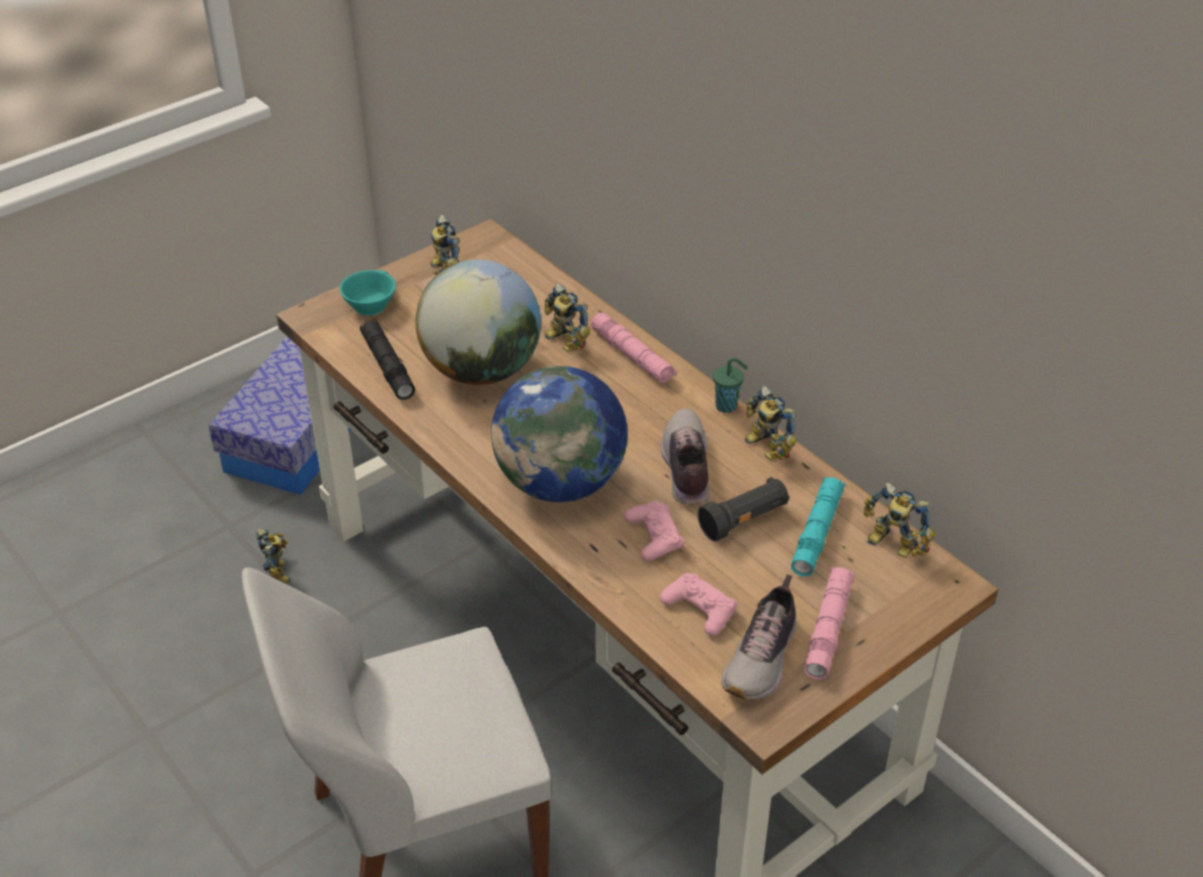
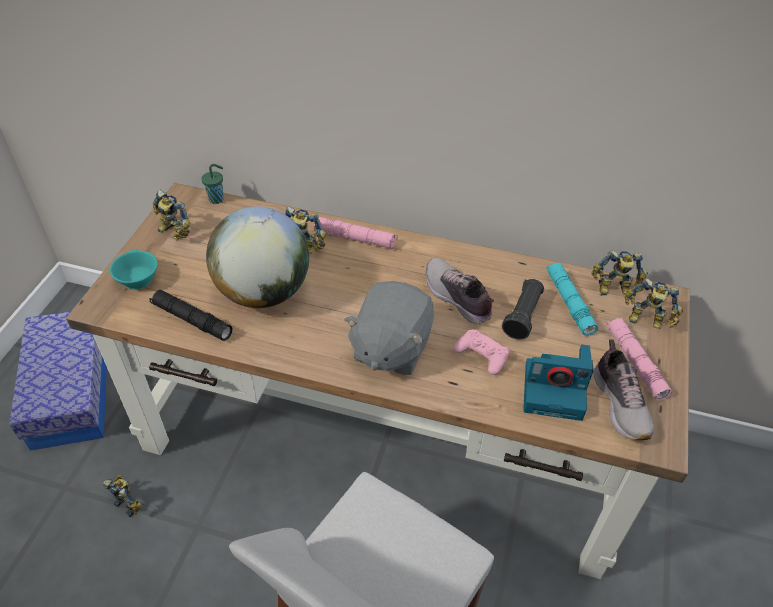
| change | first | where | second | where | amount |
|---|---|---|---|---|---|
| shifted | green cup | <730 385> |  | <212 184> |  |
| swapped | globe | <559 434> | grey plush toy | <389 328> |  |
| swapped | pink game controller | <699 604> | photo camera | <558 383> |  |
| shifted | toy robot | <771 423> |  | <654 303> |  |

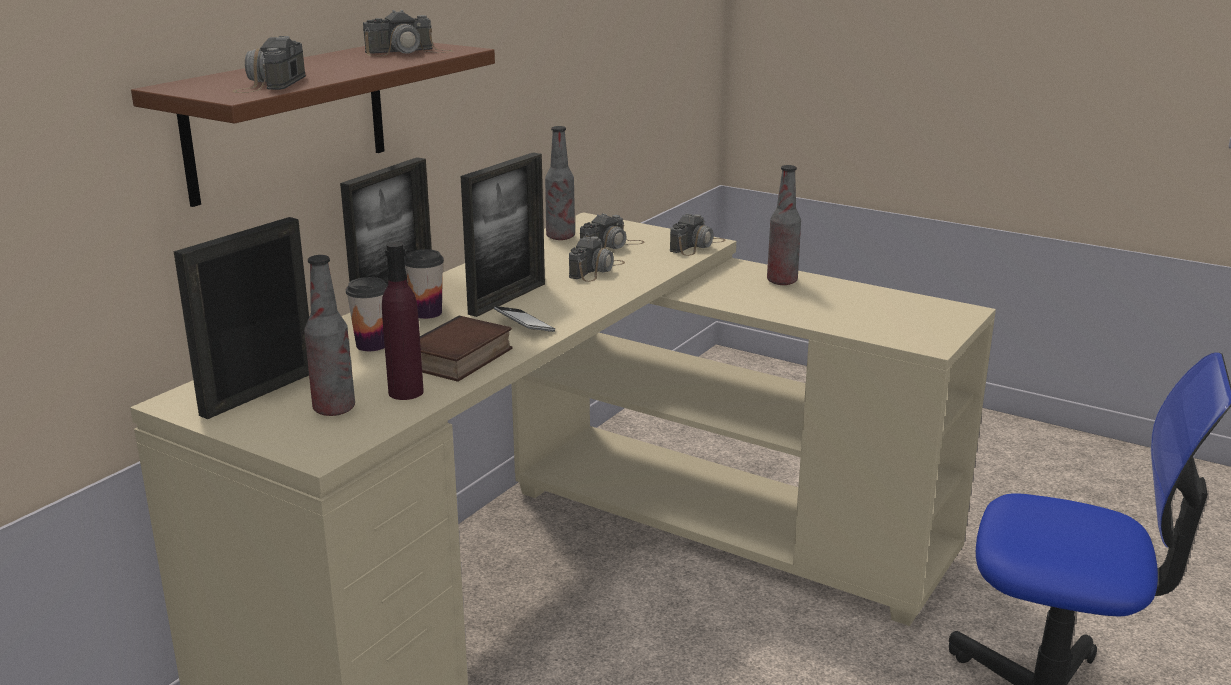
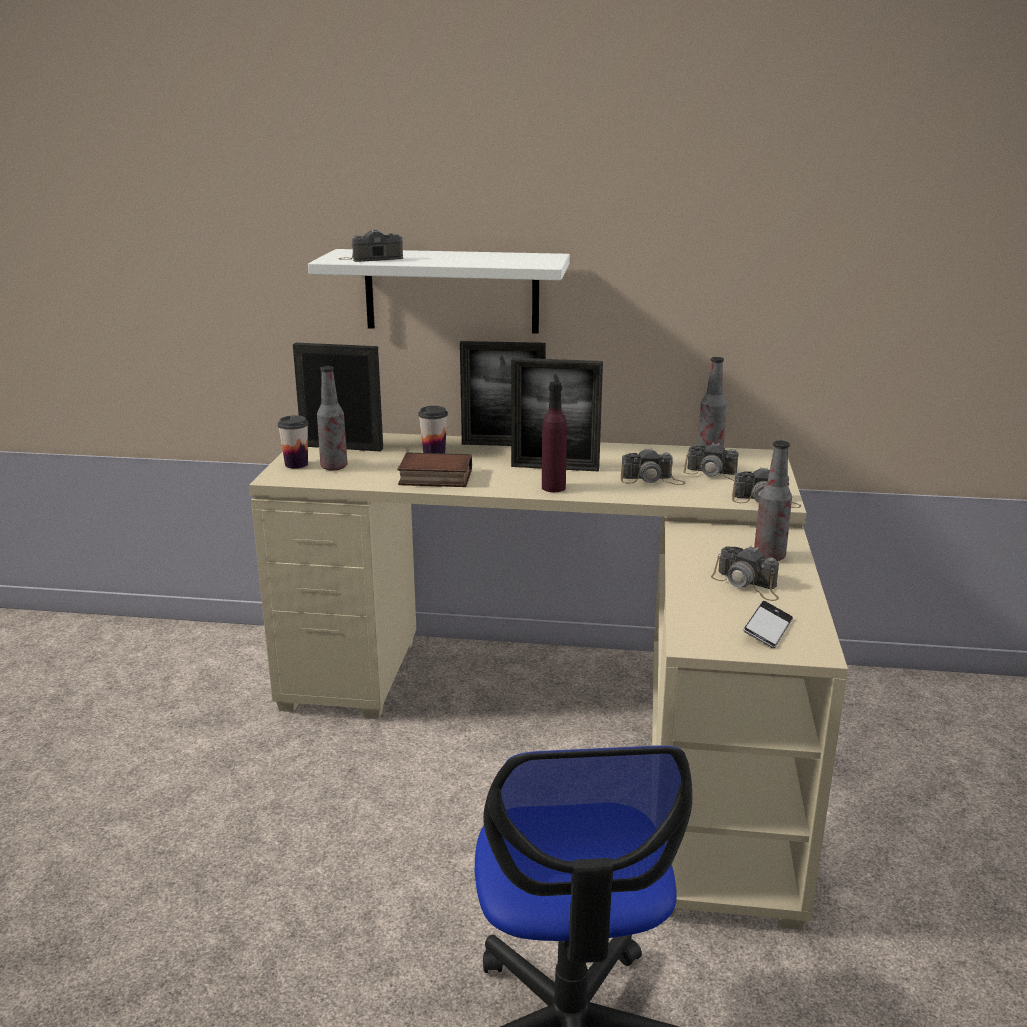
| change | first | where | second | where | amount |
|---|---|---|---|---|---|
| shifted | cup | <424 284> |  | <293 442> |  |
| repainted | brown shelf | <313 125> | white shelf | <439 291> |  |
| shifted | purple bottle | <403 321> |  | <554 437> |  |
| shifted | photo camera | <408 33> |  | <745 573> |  |
| shifted | phone | <524 319> |  | <768 624> |  |

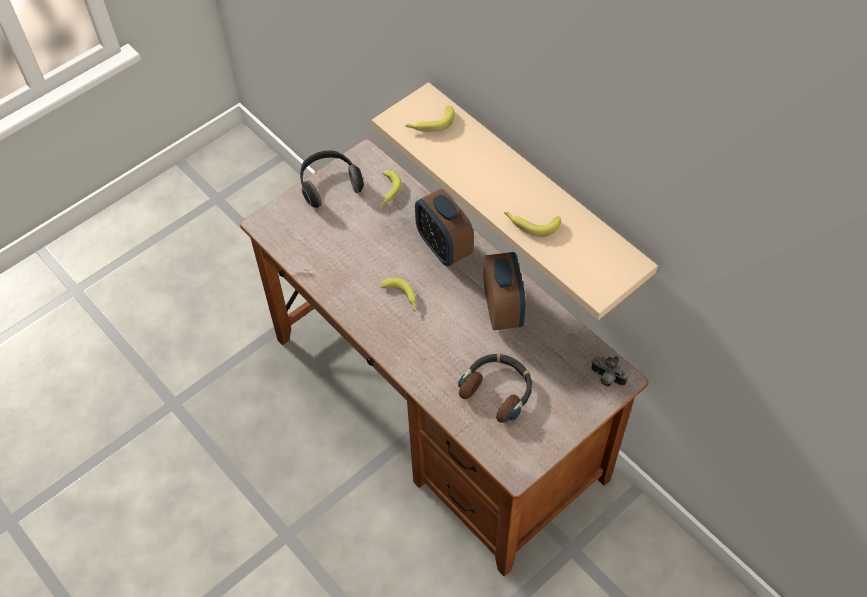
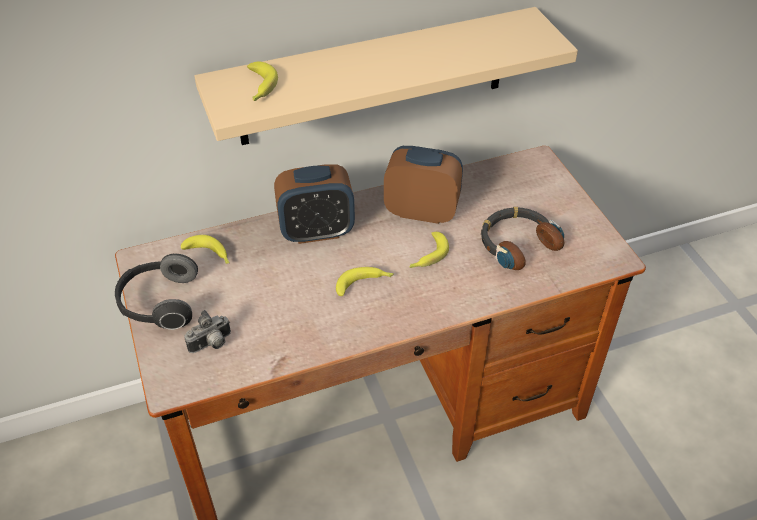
| change | first | where | second | where | amount |
|---|---|---|---|---|---|
| shifted | photo camera | <609 371> |  | <207 331> |  |
| shifted | banana | <532 224> |  | <429 250> |  |

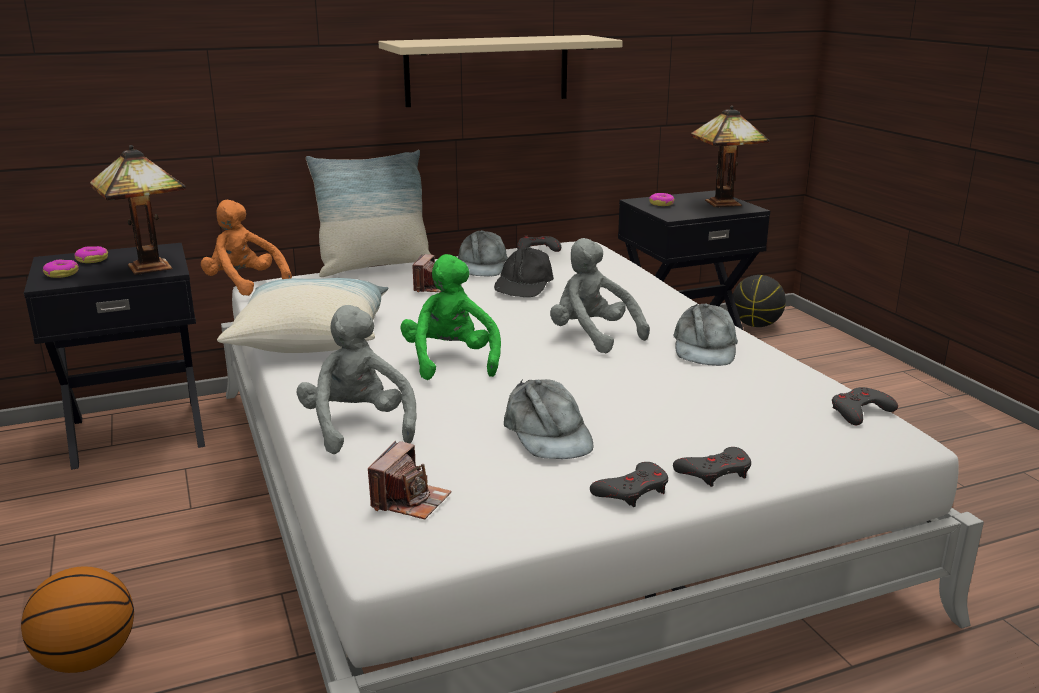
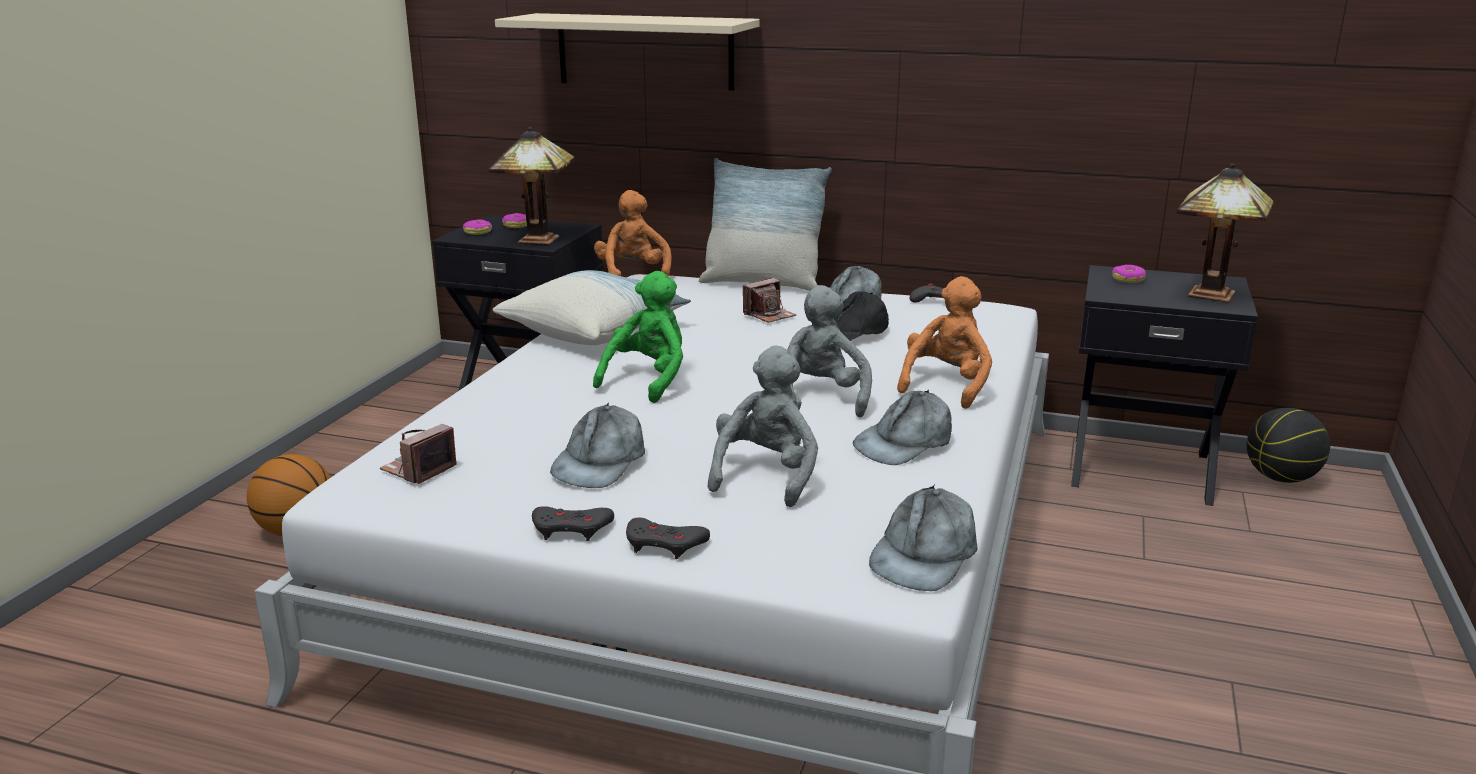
| change | first | where | second | where | amount |
|---|---|---|---|---|---|
| rotated | photo camera | <410 480> |  | <418 454> | 150 degrees clockwise |
| shifted | beige shelf | <501 71> |  | <627 52> |  |
| shifted | grey plush toy | <356 379> |  | <763 426> |  |
| swapped | grey game controller | <865 406> | grey cap | <923 538> |  |
| new |  |  | orange plush toy | <944 342> |  |

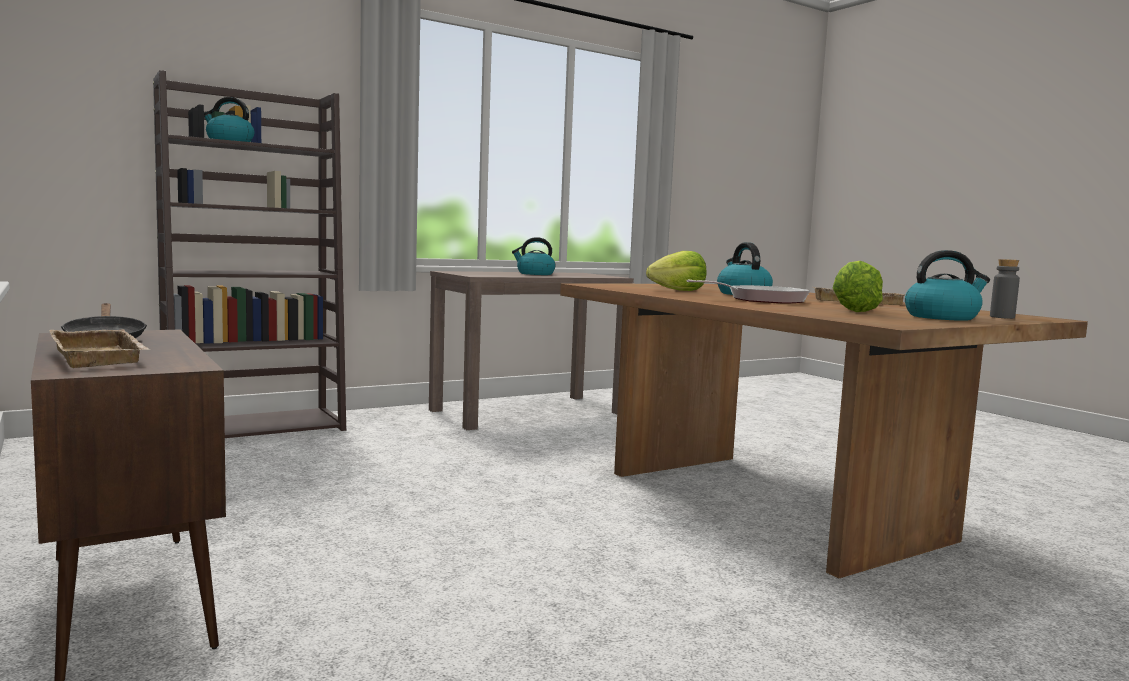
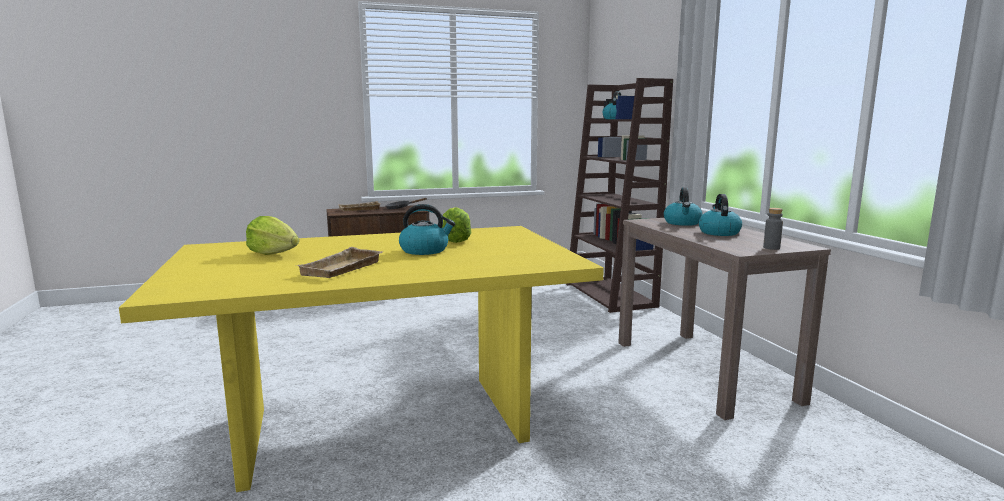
| change | first | where | second | where | amount |
|---|---|---|---|---|---|
| repainted | brown dining table | <824 430> | yellow dining table | <361 359> |  |
| shifted | kettle | <947 285> |  | <683 206> |  |
| shifted | grey bottle | <1005 289> |  | <773 229> |  |
| gone | frying pan | <748 291> |  |  |  |

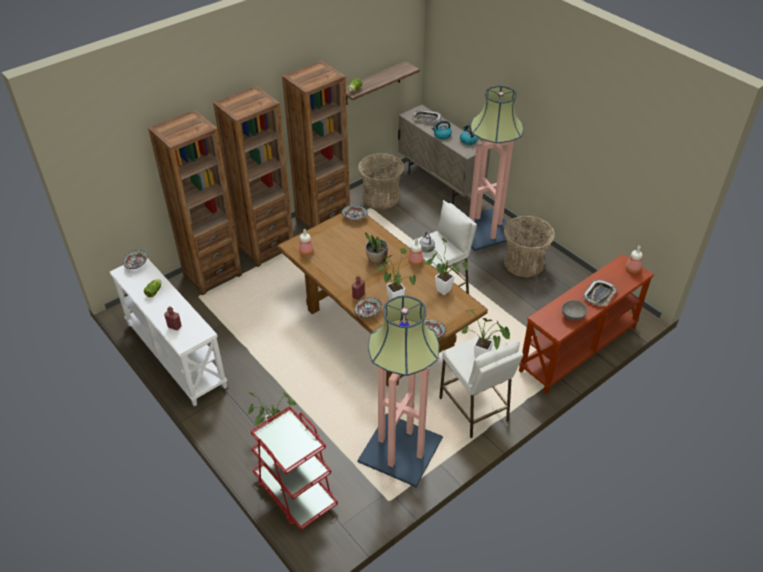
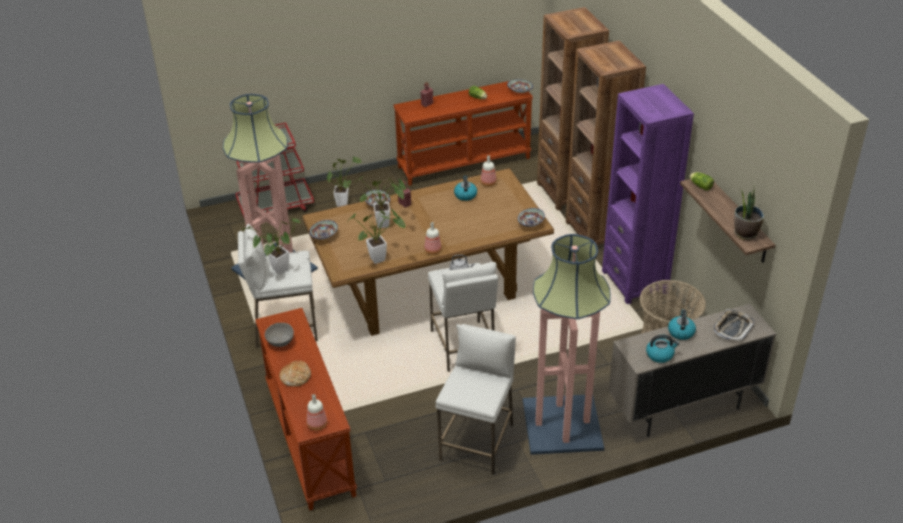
| change | first | where | second | where | amount |
|---|---|---|---|---|---|
| swapped | tray | <600 293> | bread | <295 373> |  |
| repainted | white console table | <168 332> | brown console table | <463 133> |  |
| swapped | basket | <529 247> | white stool | <476 399> |  |
| new |  |  | kettle | <465 188> |  |
| repainted | brown bookcase | <316 145> | purple bookcase | <648 194> |  |
| shifted | potted plant | <376 249> |  | <749 214> |  |

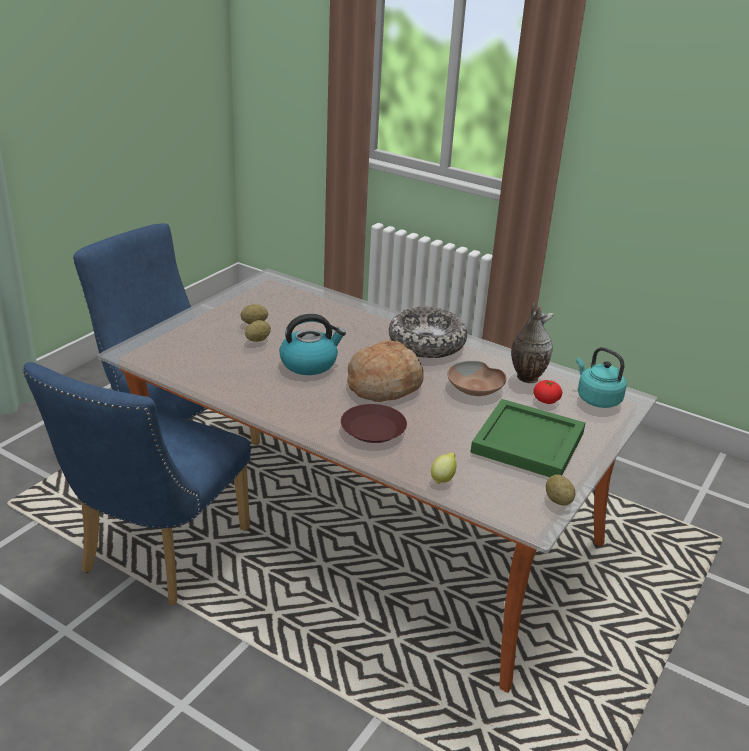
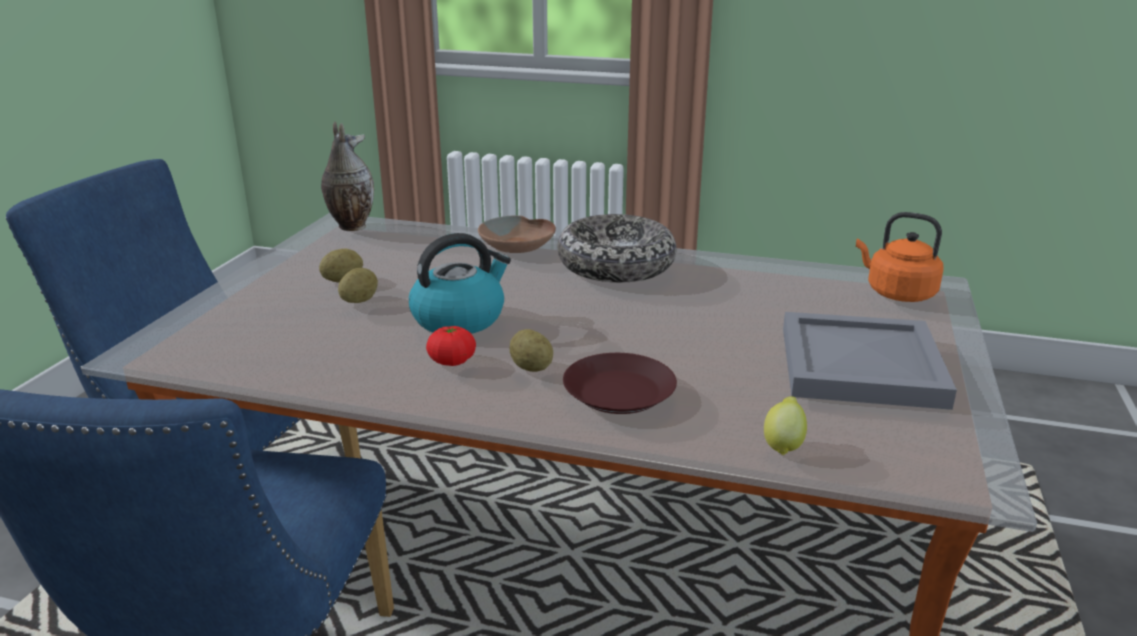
| change | first | where | second | where | amount |
|---|---|---|---|---|---|
| shifted | vase | <532 342> |  | <347 176> |  |
| shifted | tomato | <547 392> |  | <451 346> |  |
| shifted | brown bowl | <476 378> |  | <517 234> |  |
| shifted | potato | <560 490> |  | <531 350> |  |
| repainted | green tray | <528 438> | grey tray | <870 361> |  |
| repainted | turquoise kettle | <601 377> | orange kettle | <900 257> |  |
| gone | bread | <385 371> |  |  |  |

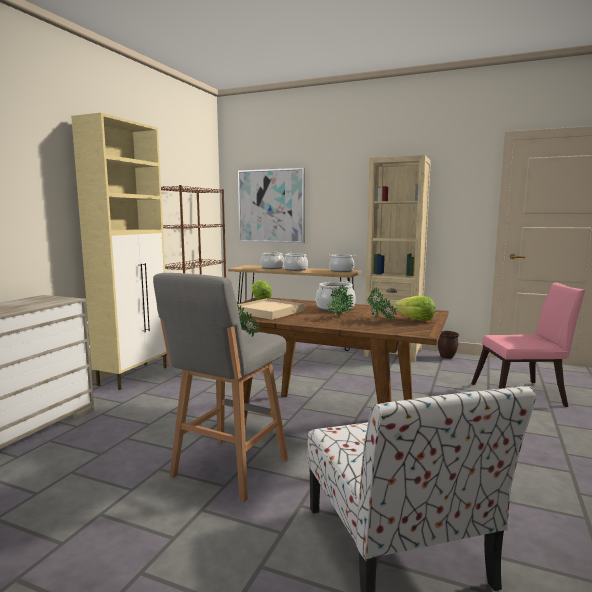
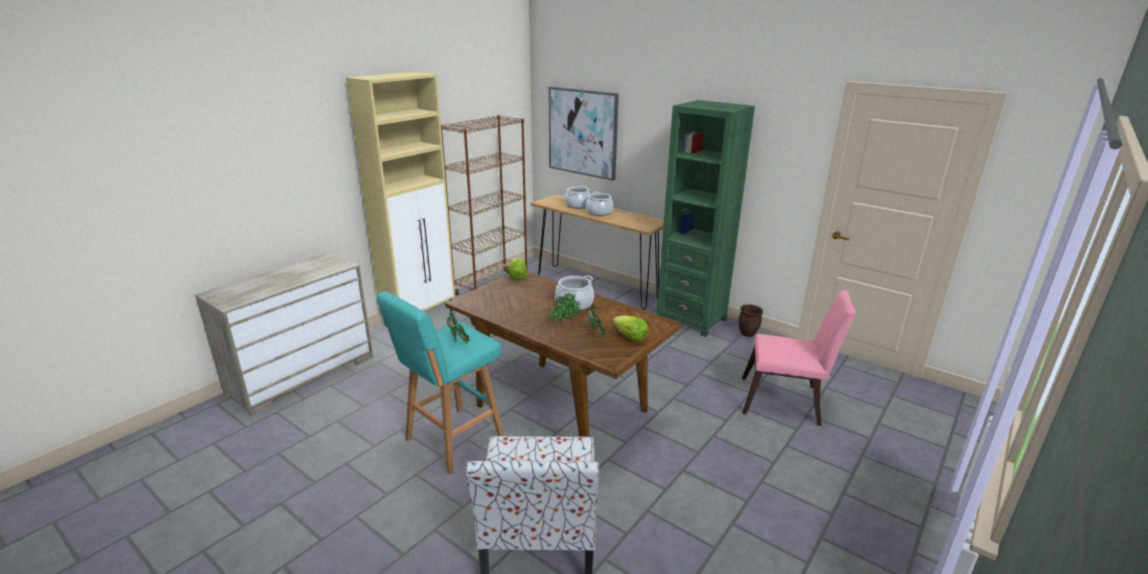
| change | first | where | second | where | amount |
|---|---|---|---|---|---|
| repainted | grey stool | <220 387> | turquoise stool | <440 383> |  |
| repainted | beige bookcase | <397 258> | green bookcase | <706 218> |  |
| gone | beige tray | <271 309> |  |  |  |
| gone | cooking pot | <342 263> |  |  |  |

